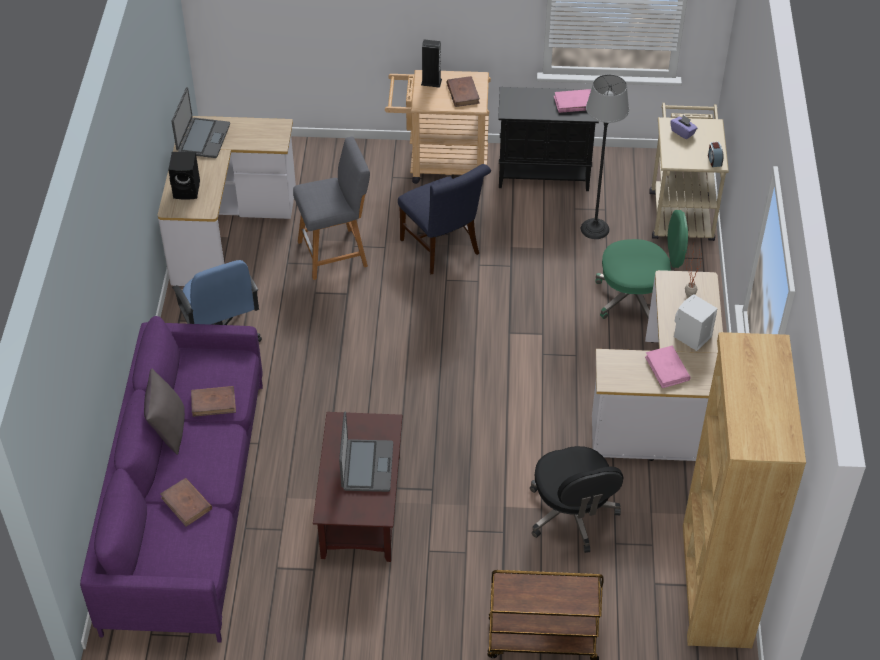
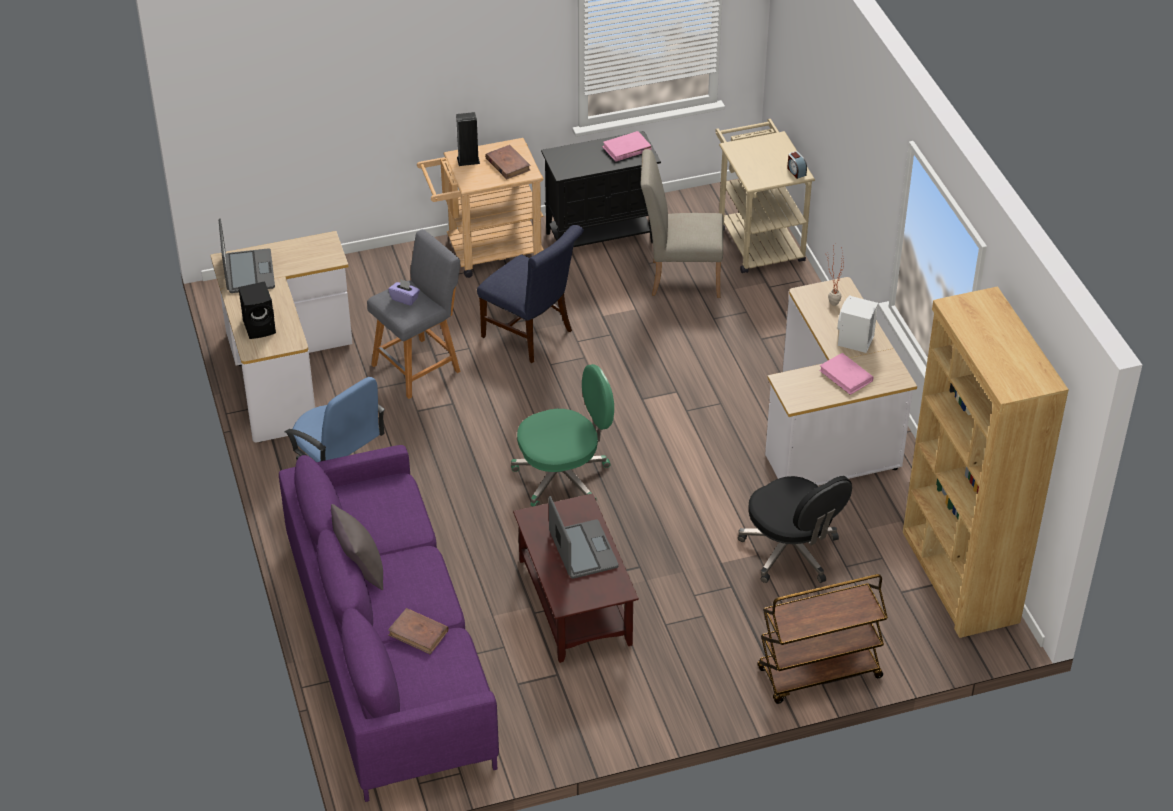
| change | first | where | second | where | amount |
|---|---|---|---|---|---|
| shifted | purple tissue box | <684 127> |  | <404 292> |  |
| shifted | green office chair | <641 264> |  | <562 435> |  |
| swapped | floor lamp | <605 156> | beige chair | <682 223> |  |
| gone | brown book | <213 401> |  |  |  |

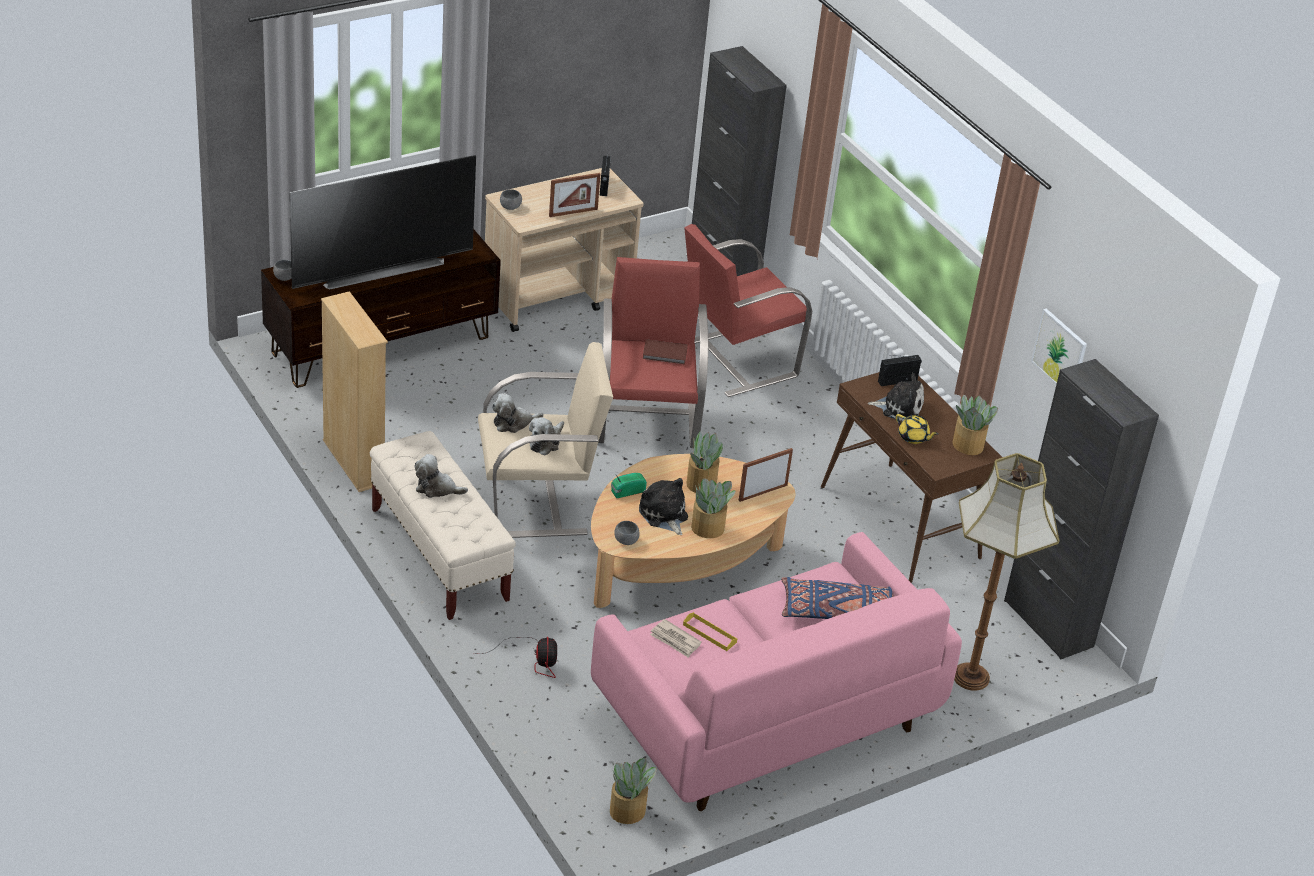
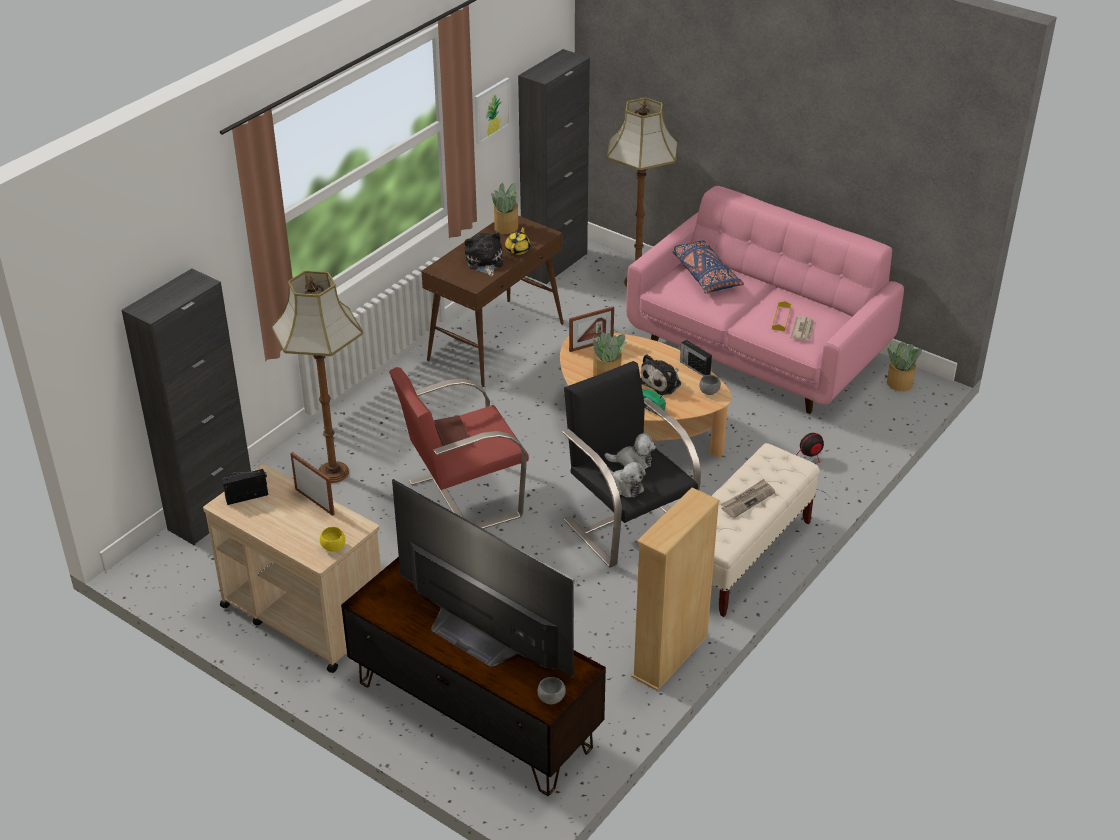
| change | first | where | second | where | amount |
|---|---|---|---|---|---|
| swapped | red armchair | <748 310> | floor lamp | <317 377> |  |
| repainted | grey bowl | <511 199> | yellow bowl | <332 539> |  |
| repainted | beige armchair | <545 440> | black armchair | <631 464> |  |
| rotated | picture frame | <766 475> |  | <591 329> | 60 degrees counterclockwise |
| shifted | radio | <900 370> |  | <696 358> |  |
| swapped | plush toy | <441 476> | newspaper | <748 498> |  |
| gone | potted plant | <713 508> |  |  |  |

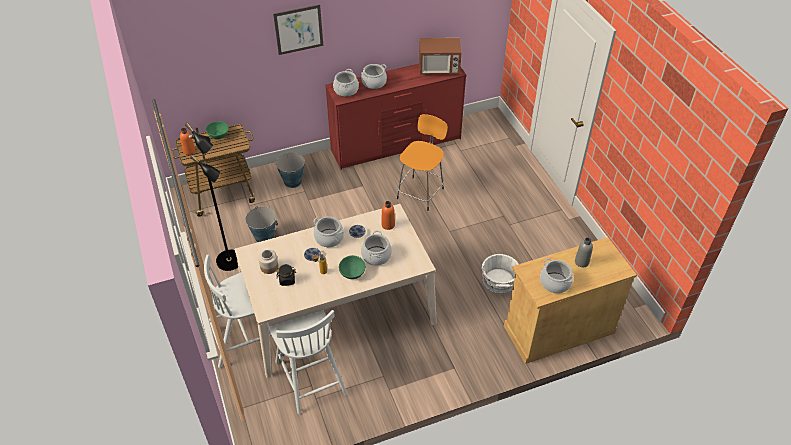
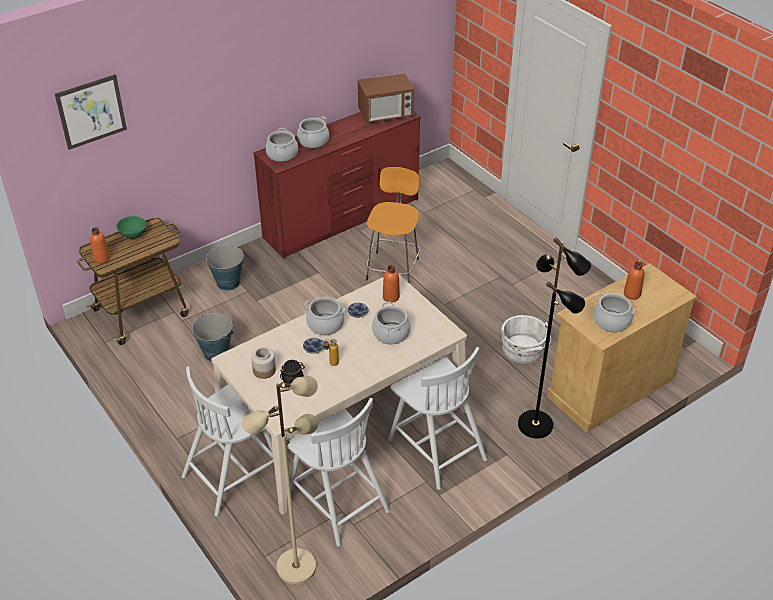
| change | first | where | second | where | amount |
|---|---|---|---|---|---|
| shifted | picture | <298 29> |  | <91 112> |  |
| new |  |  | beige floor lamp | <280 480> |  |
| new |  |  | white chair | <437 418> |  |
| shifted | black floor lamp | <211 197> |  | <554 337> |  |
| repainted | grey bottle | <584 252> | orange bottle | <634 281> |  |
| gone | green bowl | <352 267> |  |  |  |

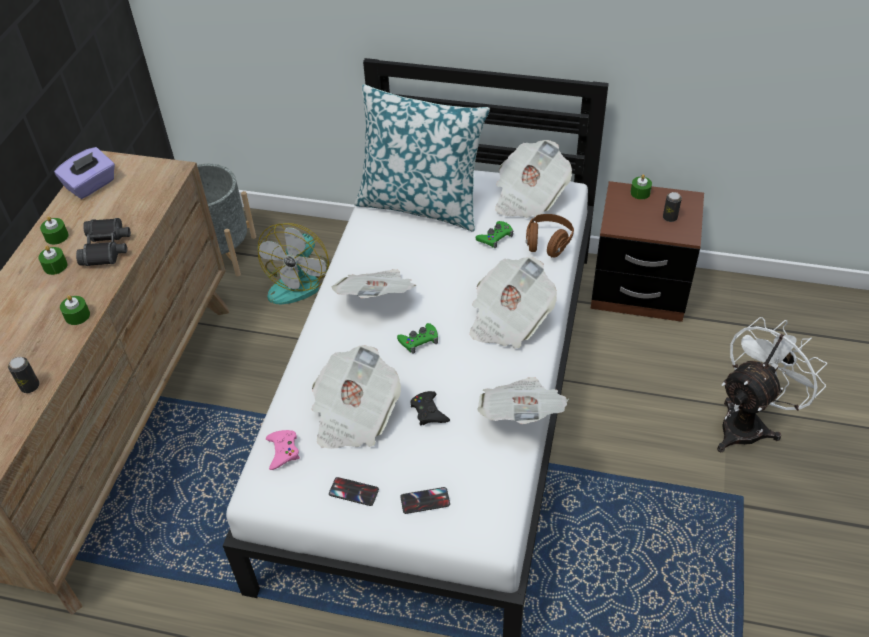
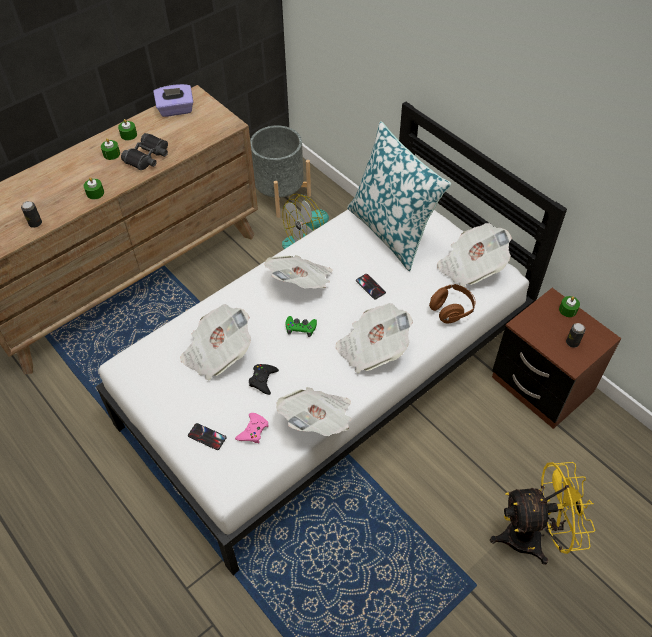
| change | first | where | second | where | amount |
|---|---|---|---|---|---|
| shifted | pink game controller | <283 450> |  | <252 428> |  |
| shifted | phone | <354 491> |  | <371 287> |  |
| repainted | white fan | <772 385> | yellow fan | <543 513> |  |
| gone | green game controller | <495 234> |  |  |  |

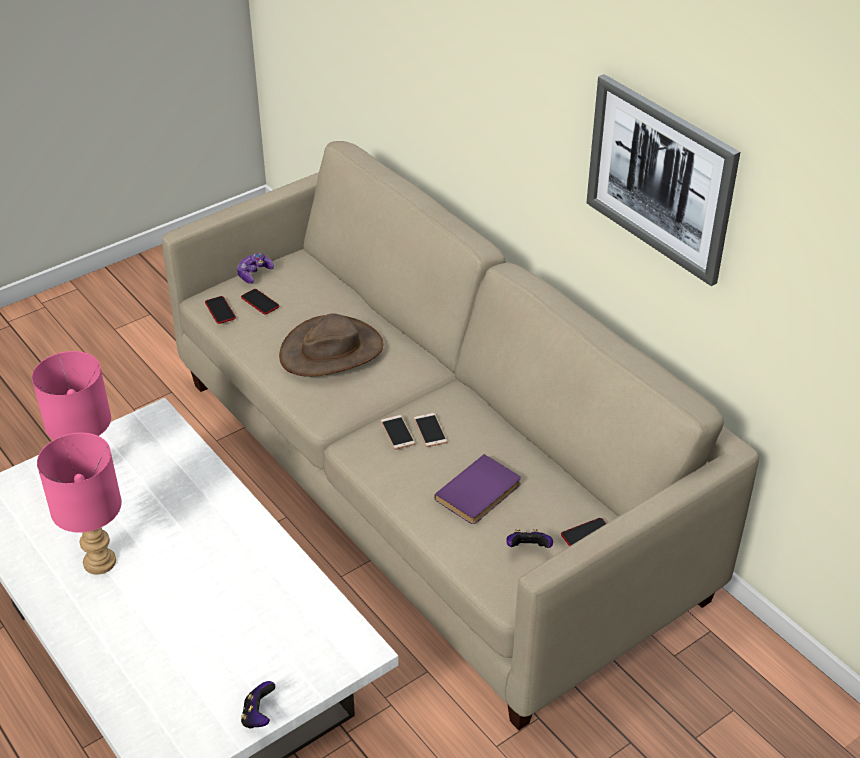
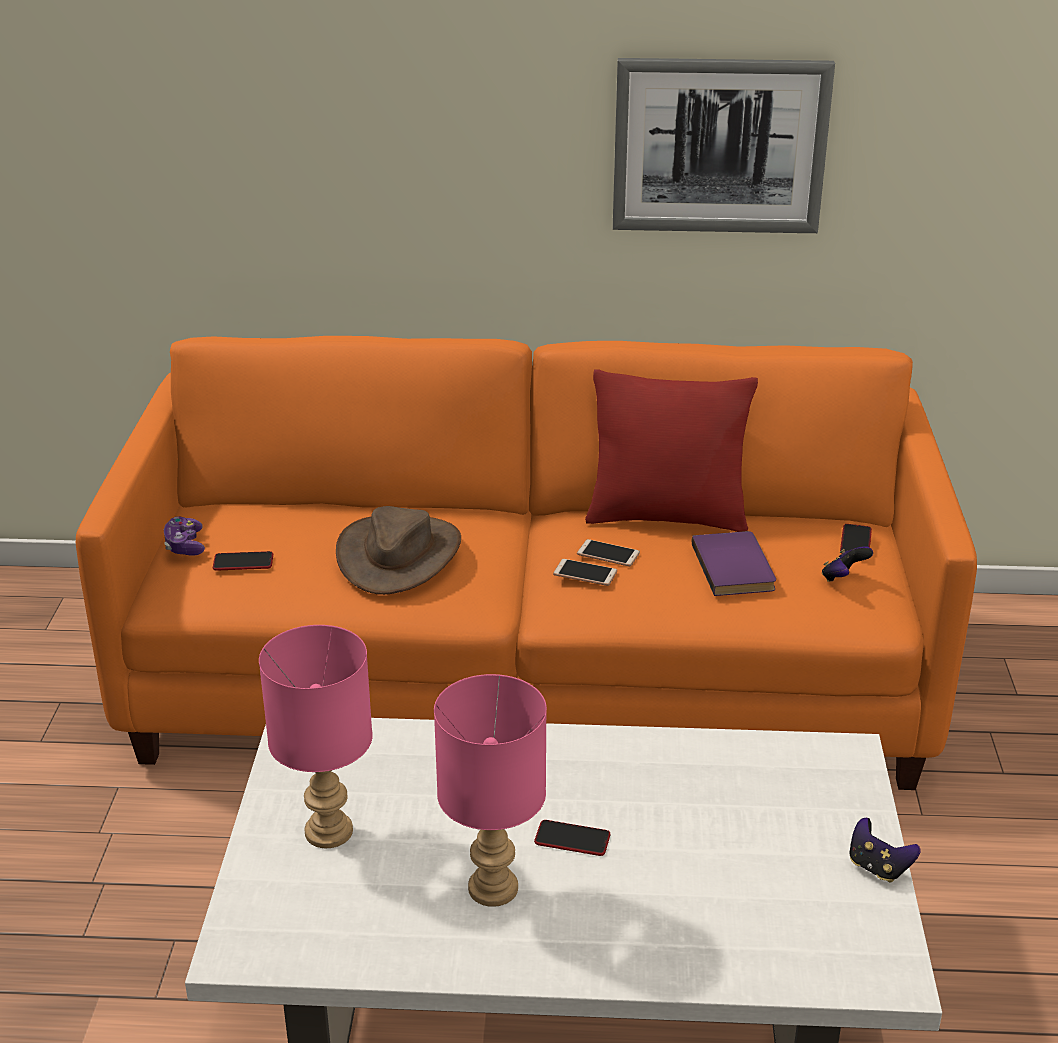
| change | first | where | second | where | amount |
|---|---|---|---|---|---|
| repainted | beige sofa | <460 435> | orange sofa | <526 563> |  |
| shifted | phone | <220 310> |  | <572 838> |  |
| new |  |  | red pillow | <671 451> |  |

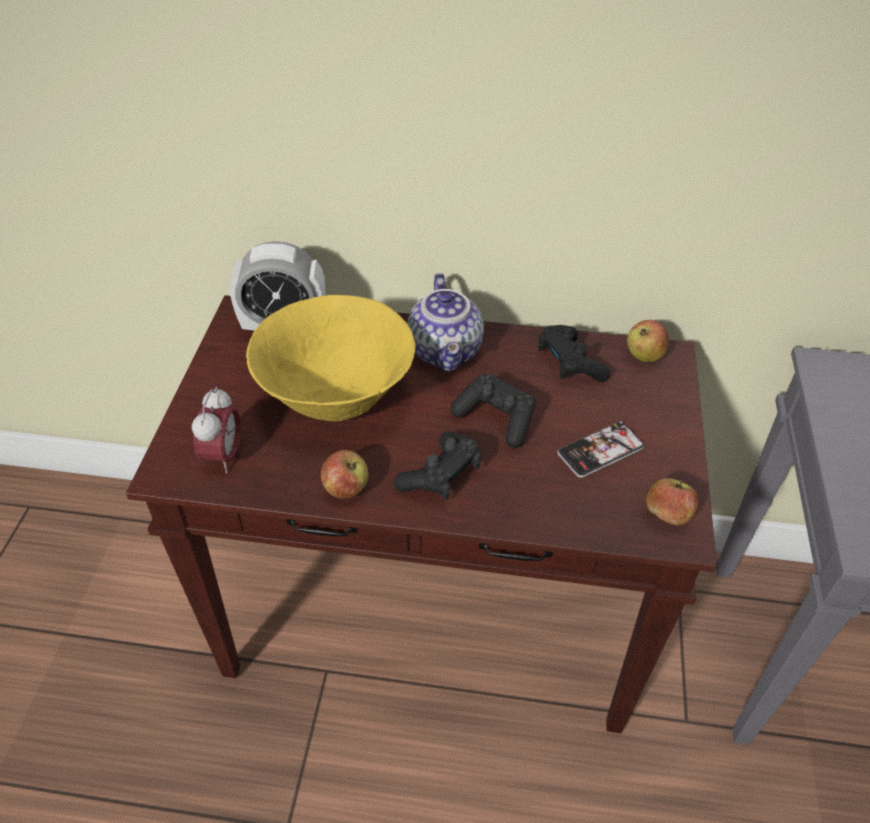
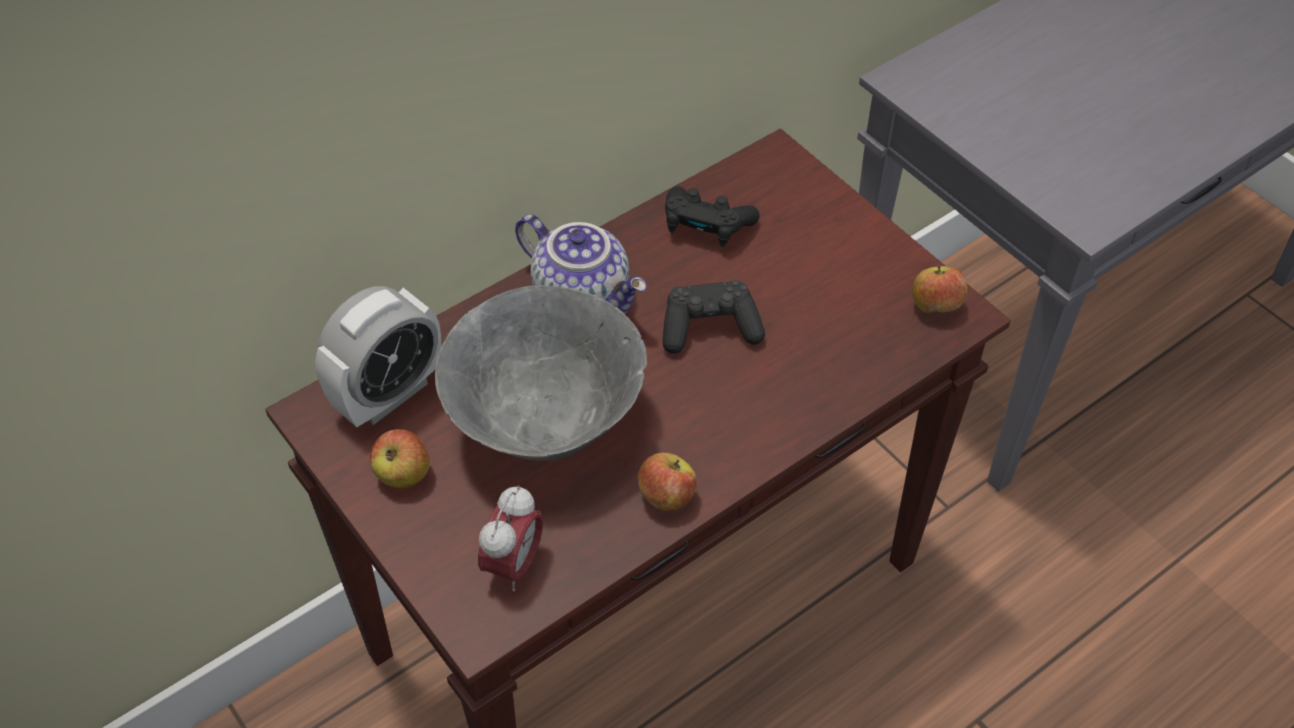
| change | first | where | second | where | amount |
|---|---|---|---|---|---|
| shifted | apple | <648 341> |  | <400 458> |  |
| repainted | yellow bowl | <330 358> | grey bowl | <541 373> |  |
| rotated | alarm clock | <216 430> |  | <510 538> | 60 degrees clockwise |
| gone | black game controller | <438 465> |  |  |  |
| gone | phone | <600 450> |  |  |  |

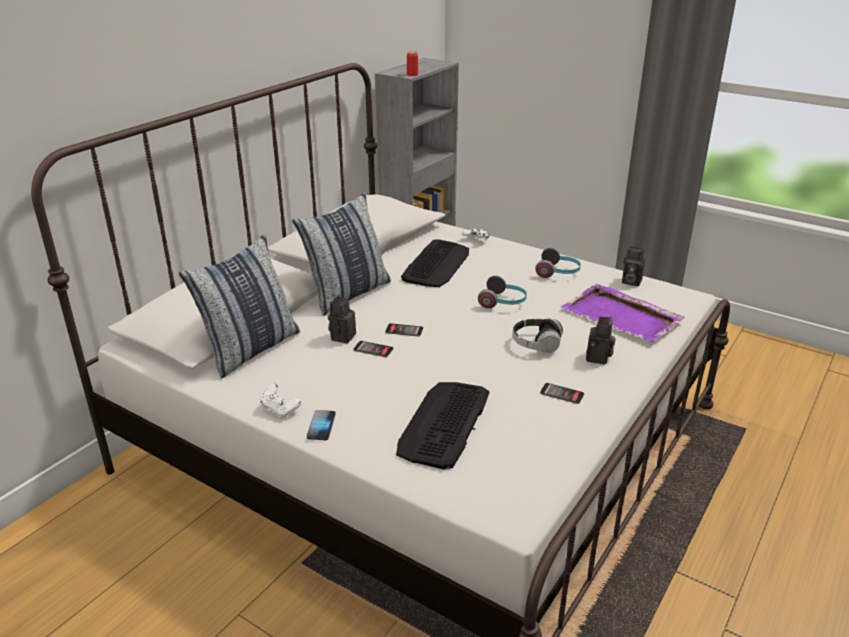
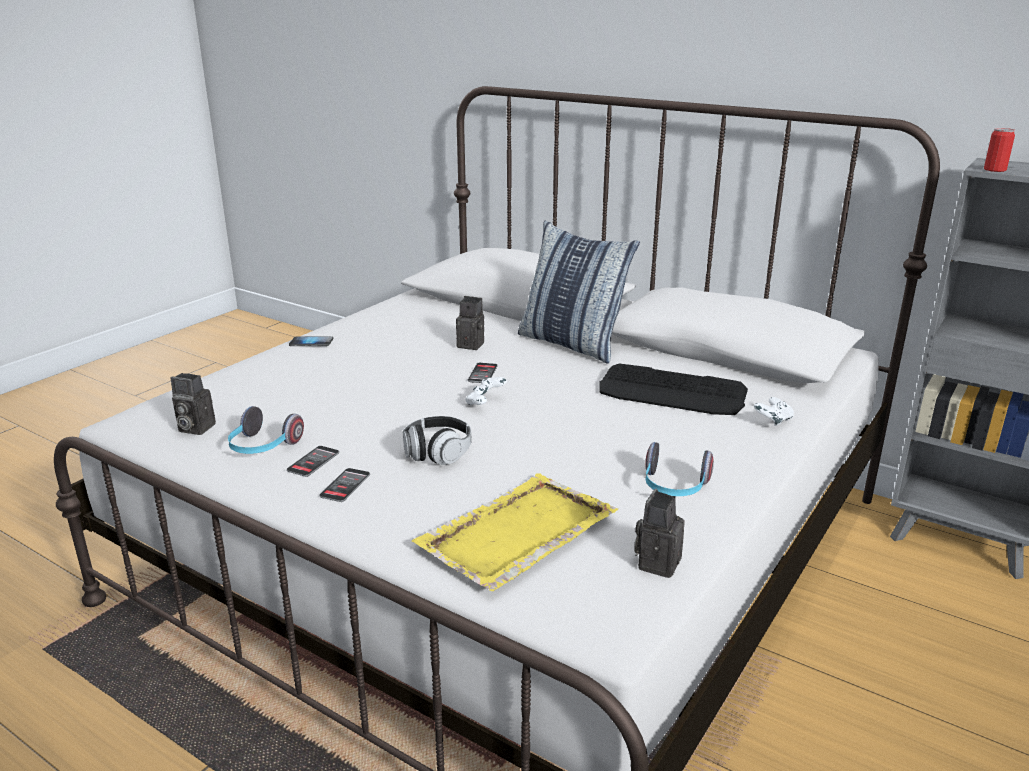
| change | first | where | second | where | amount |
|---|---|---|---|---|---|
| shifted | photo camera | <601 340> |  | <193 404> |  |
| shifted | headphones | <502 292> |  | <266 430> |  |
| shifted | phone | <373 349> |  | <344 485> |  |
| repainted | purple tray | <623 313> | yellow tray | <515 532> |  |
| shifted | white game controller | <281 401> |  | <486 391> |  |
| gone | pillow | <239 306> |  |  |  |
| gone | keyboard | <442 425> |  |  |  |

